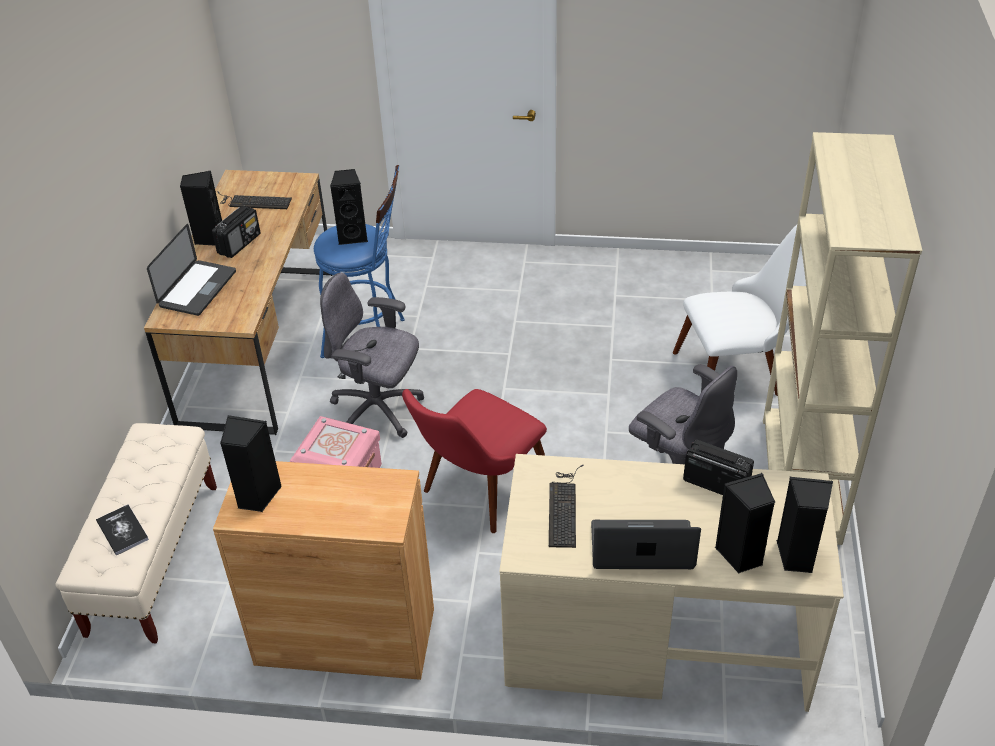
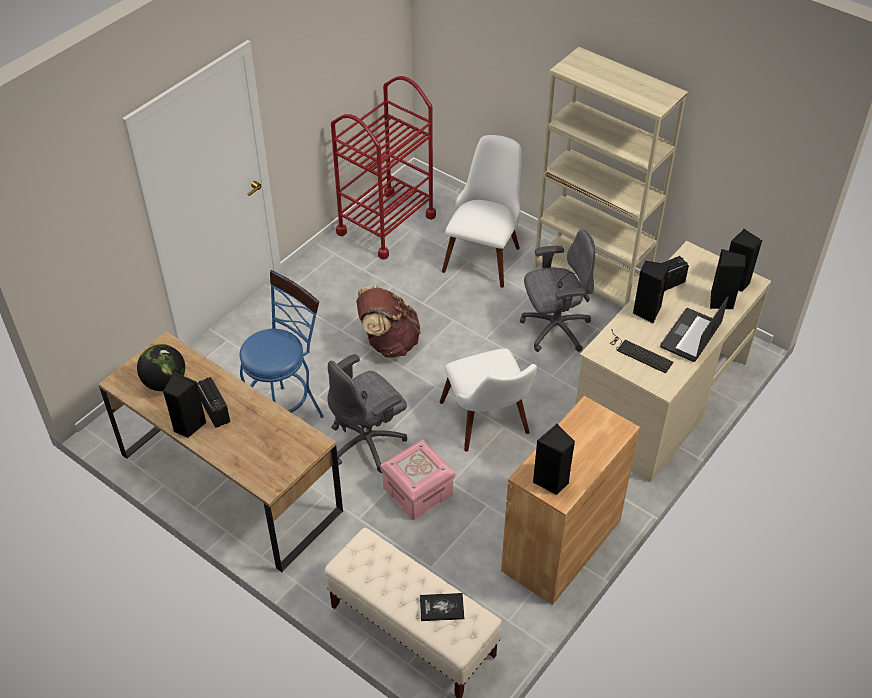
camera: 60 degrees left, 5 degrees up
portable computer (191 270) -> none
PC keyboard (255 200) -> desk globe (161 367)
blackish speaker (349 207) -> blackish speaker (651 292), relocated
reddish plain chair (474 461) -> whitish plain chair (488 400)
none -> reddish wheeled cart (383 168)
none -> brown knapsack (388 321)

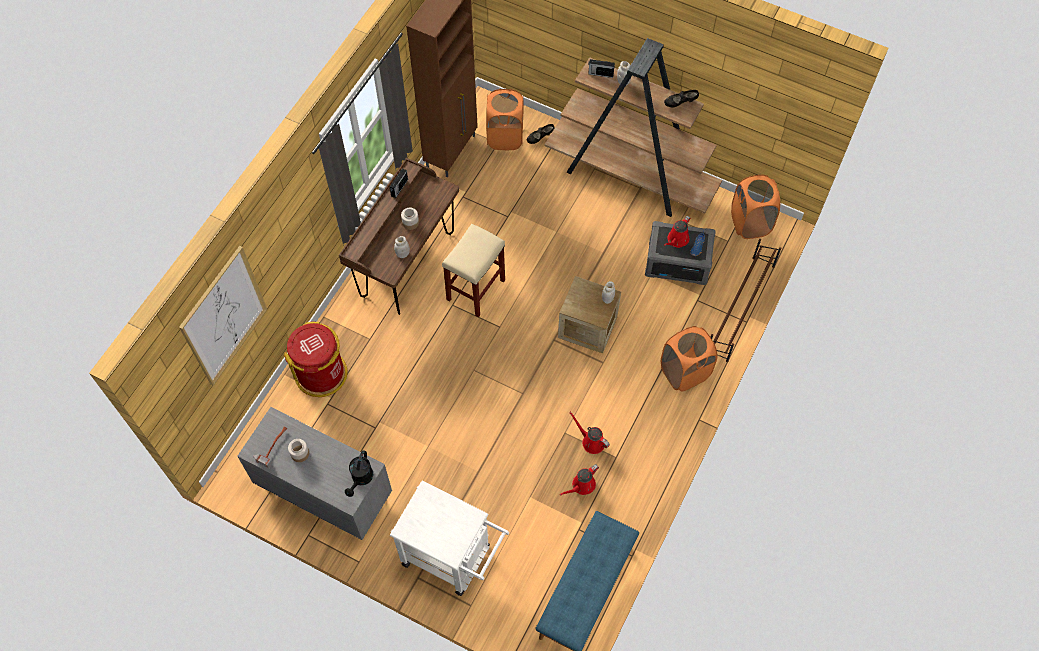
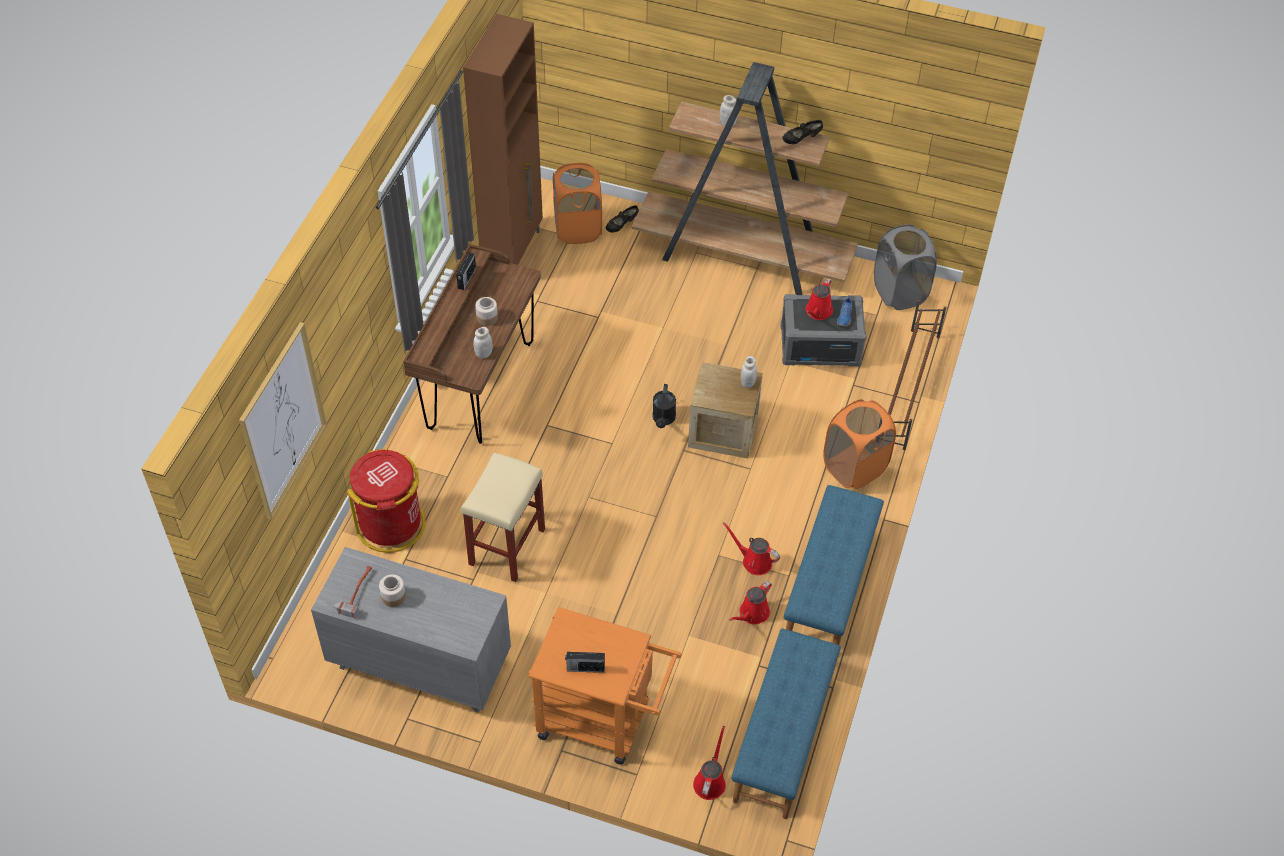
camera: 10 degrees left, 10 degrees down
blackish watering pot (359 473) -> blackish watering pot (664 406), relocated
whitish wheeled cart (449 538) -> orange-coloured wheeled cart (605 686)
beige sitting stool (473 271) -> beige sitting stool (503 517), relocated
radio (601 68) -> radio (585 662), relocated
orange-coloured laundry basket (755 207) -> greyish laundry basket (905 267)
none -> reddish watering pot (709 763)
none -> bluish long seat (834 565)

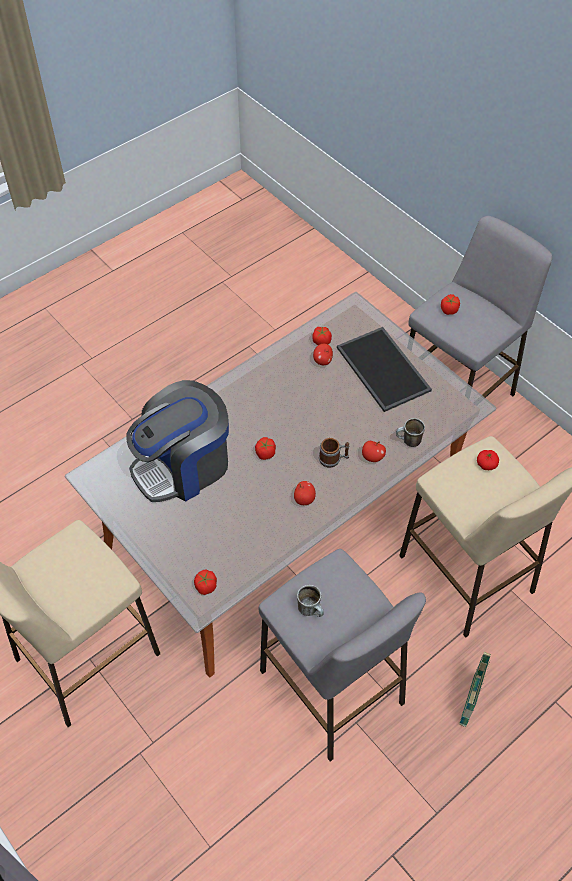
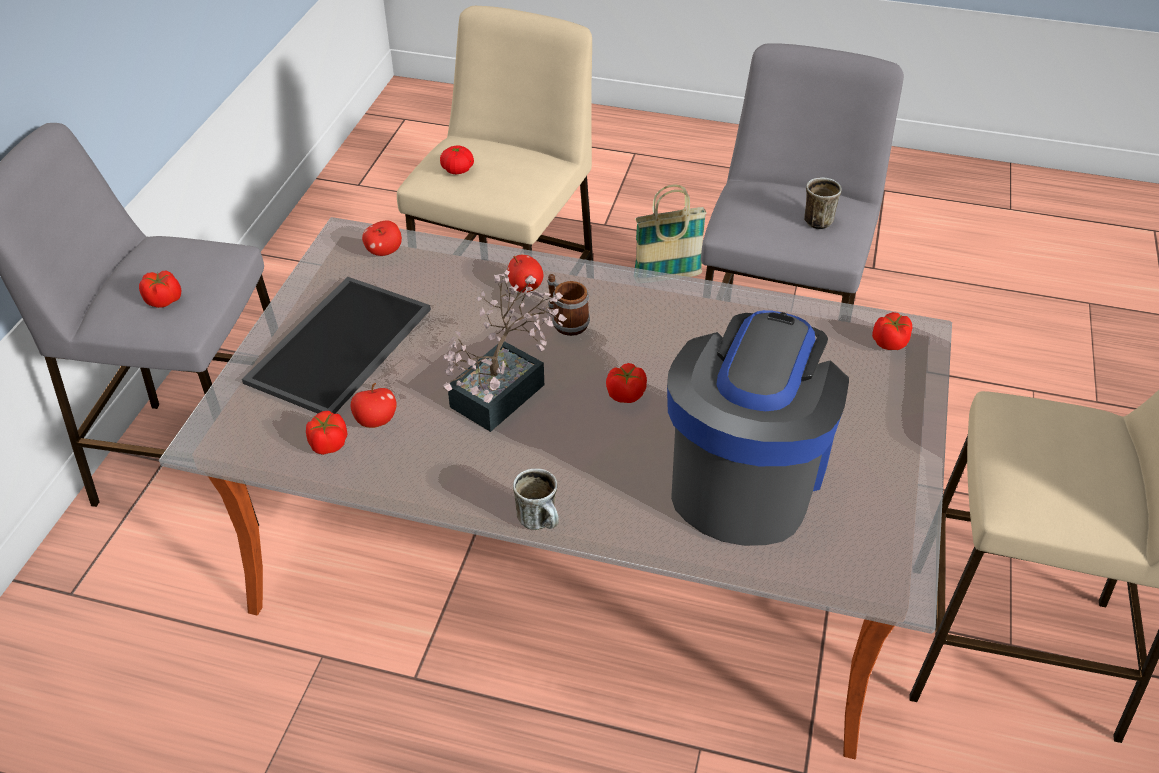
camera: 125 degrees left, 10 degrees down
coffee machine (177 441) -> coffee machine (758 428), 90 degrees counterclockwise
apple fruit (305 493) -> apple fruit (382 238), relocated
tea mug (410 432) -> tea mug (536 499), relocated
none -> houseplant (505 351)

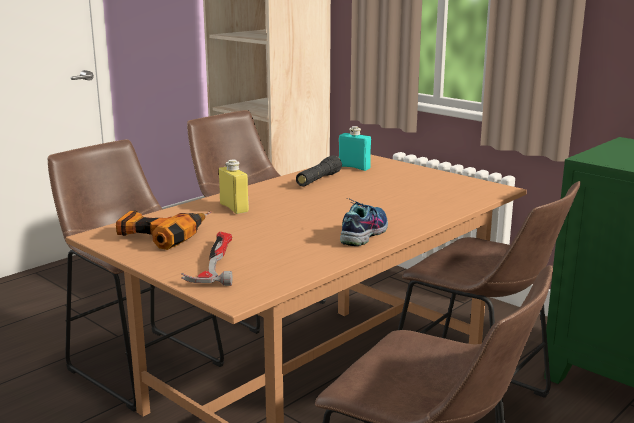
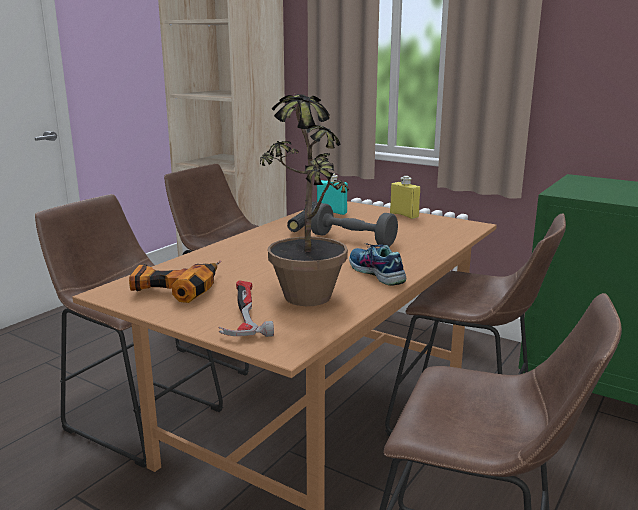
camera: 10 degrees left, 0 degrees up
yellow-coloured beverage bottle (234 187) -> yellow-coloured beverage bottle (405 197), relocated
item of footwear (364 222) -> item of footwear (377 264), 45 degrees counterclockwise
none -> houseplant (304 199)
none -> greyish dumbbell (354 225)

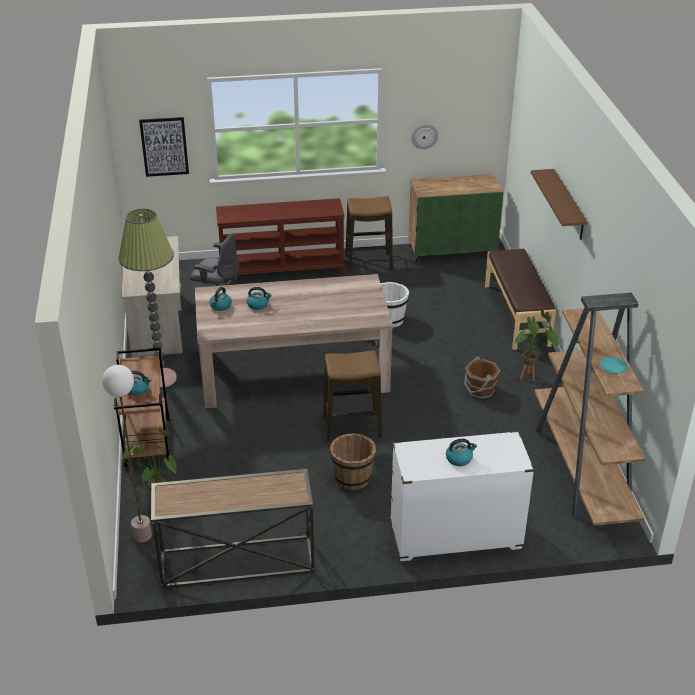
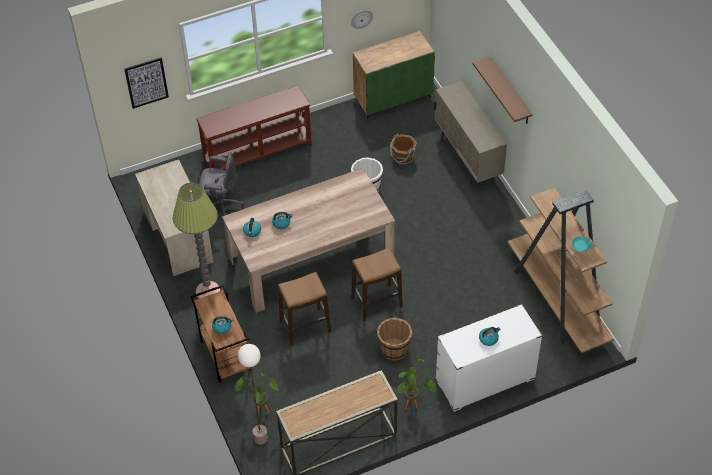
camera: 15 degrees left, 15 degrees up
sitting stool (369 234) -> sitting stool (304 309), relocated
brown water bucket (482 377) -> brown water bucket (403 149), relocated
brown long seat (520 299) -> beige cupboard (470 133)
houseplant (536 345) -> houseplant (417 383), relocated

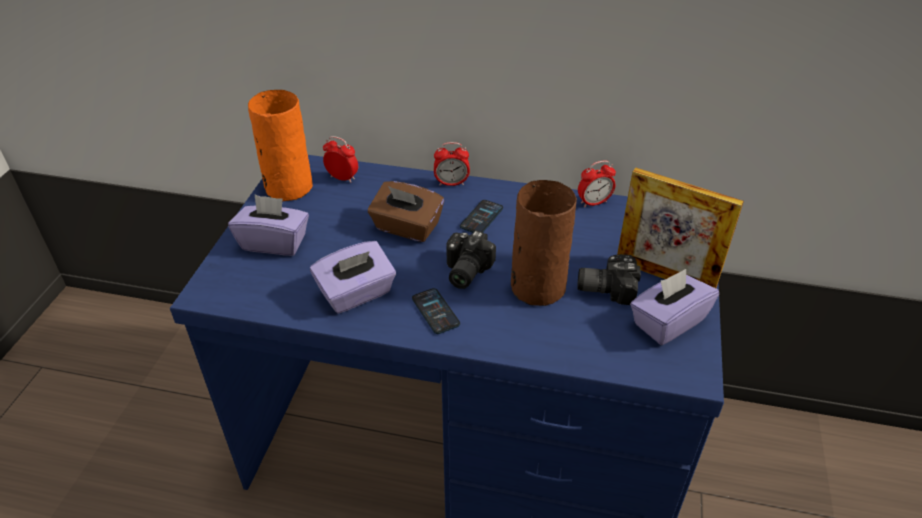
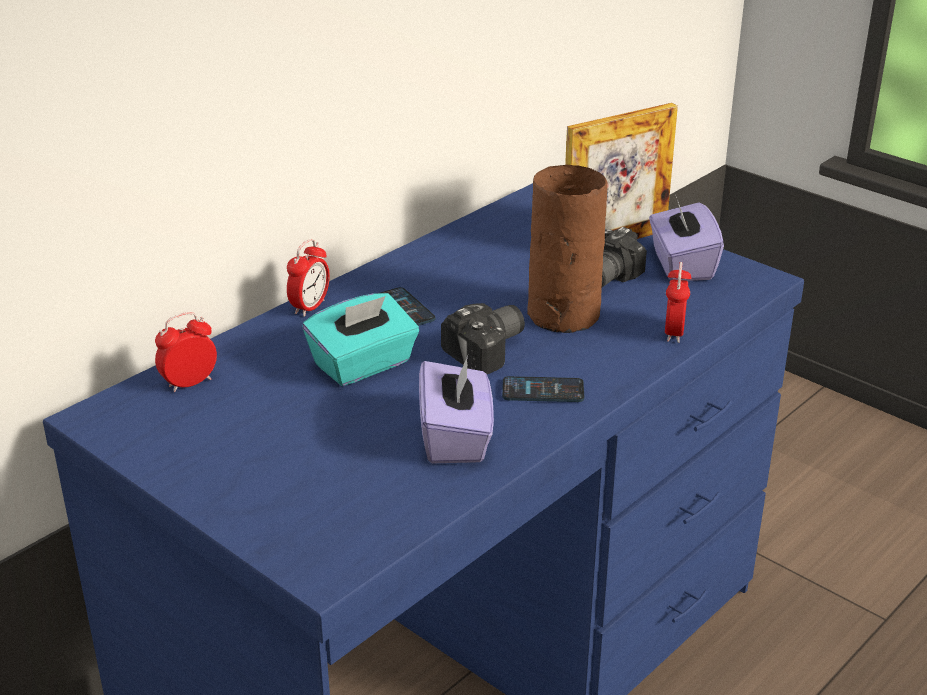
camera: 60 degrees left, 10 degrees down
purple-coloured tissue holder (268 225) -> none
orange-coloured vase (280 145) -> none
brown tissue holder (406 211) -> turquoise tissue holder (361 339)
photo camera (471 260) -> photo camera (483 338), 90 degrees counterclockwise
alarm clock (597 183) -> alarm clock (678 302), relocated

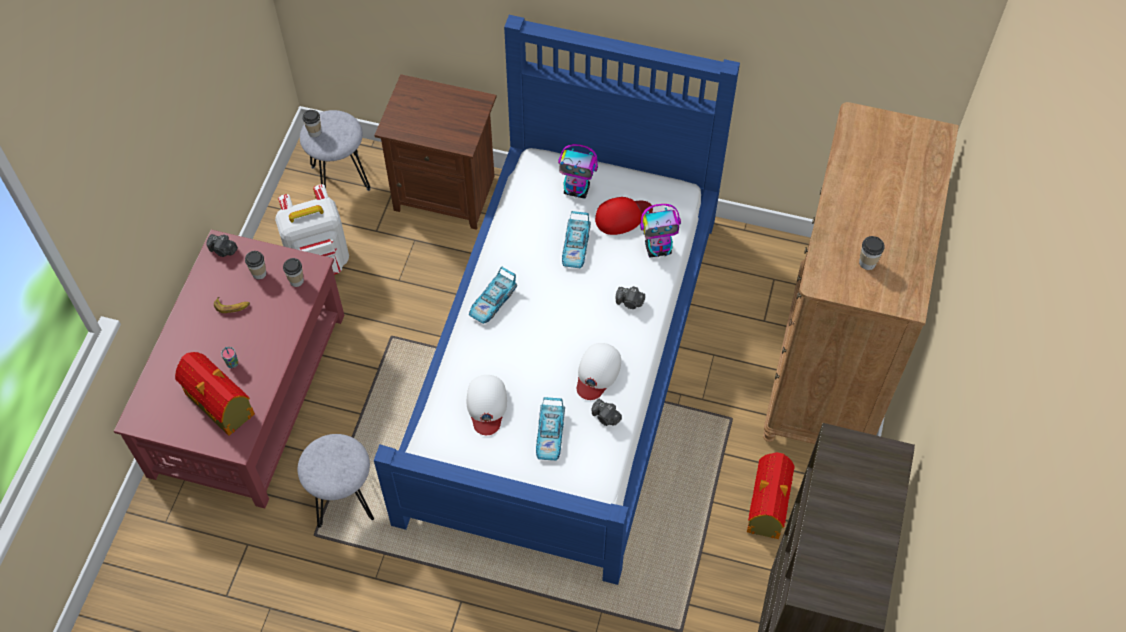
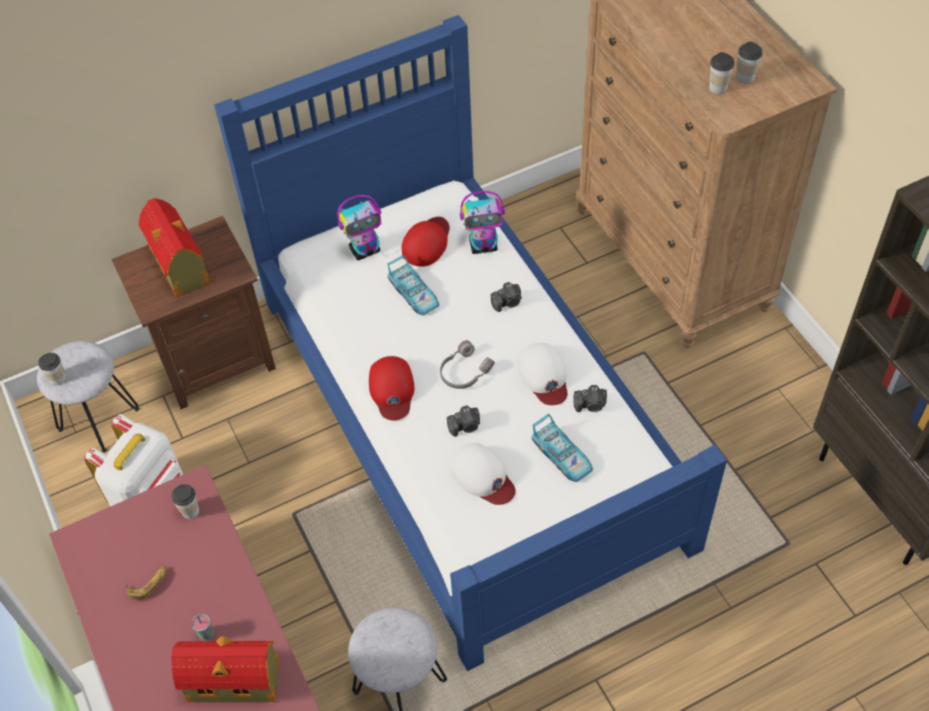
camera: 40 degrees left, 5 degrees down
photo camera (222 245) -> photo camera (463 421), relocated
cup (255 265) -> cup (722 73), relocated
model car (493 295) -> reddish baseball cap (391 388)
toy robot (660 230) -> toy robot (482 222), 45 degrees clockwise
toy house (771 495) -> toy house (174 247), relocated
none -> greyish pair of headphones (467 364)

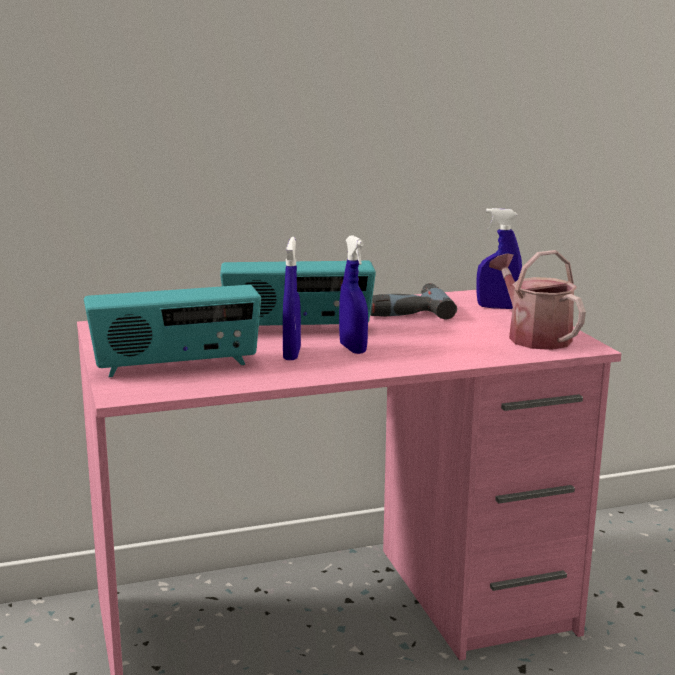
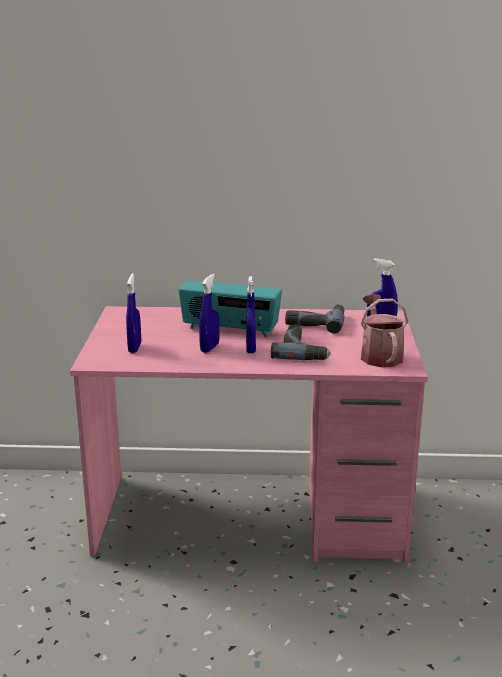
camera: 20 degrees right, 5 degrees up
radio (172 331) -> bluish spray bottle (133 313)
none -> electric drill (301 342)

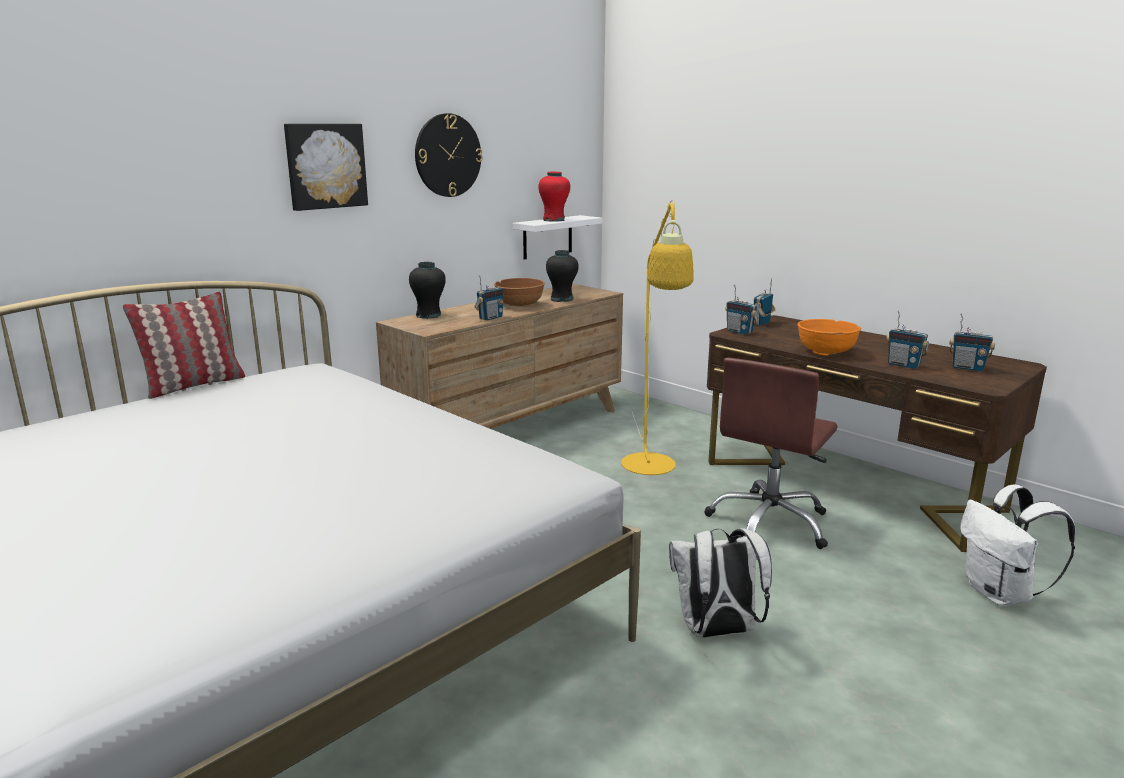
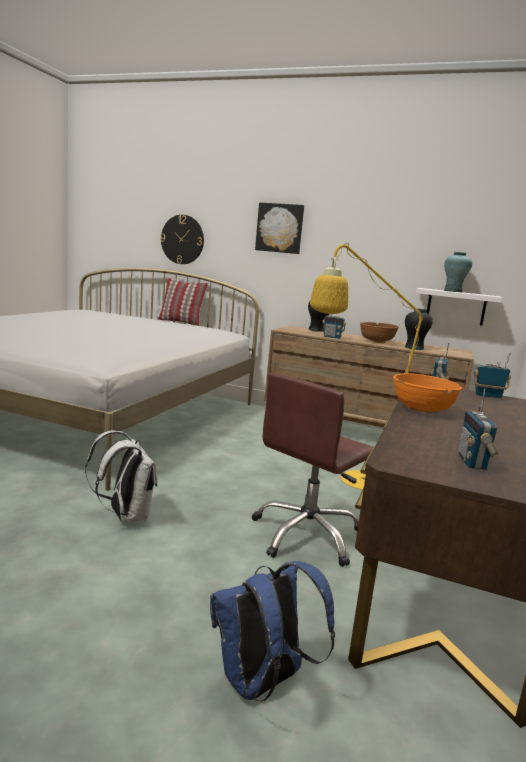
camera: 65 degrees right, 5 degrees down
wall clock (449 155) -> wall clock (182 239), relocated
reddish vase (554 197) -> turquoise vase (458 272)
brown office chair (771 453) -> brown office chair (312 469), 60 degrees counterclockwise
radio (907 340) -> none
whitish knapsack (1017 545) -> bluish knapsack (272 631)

